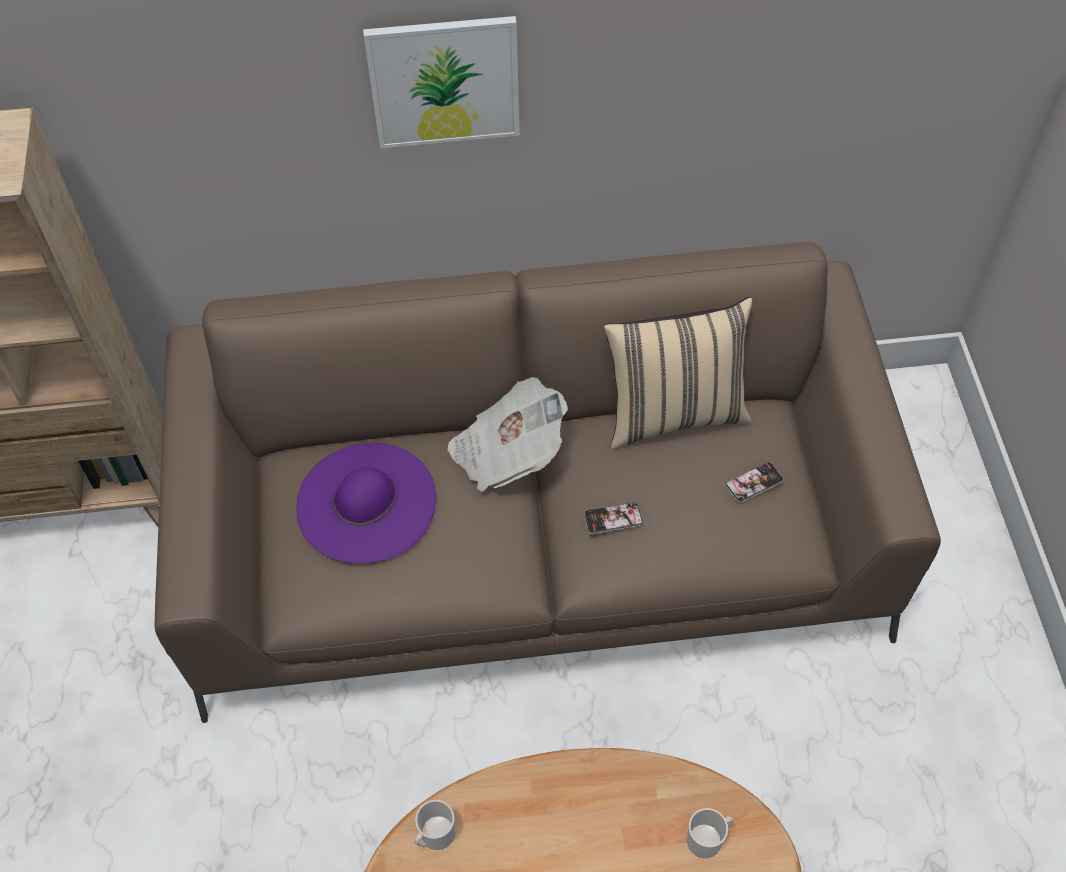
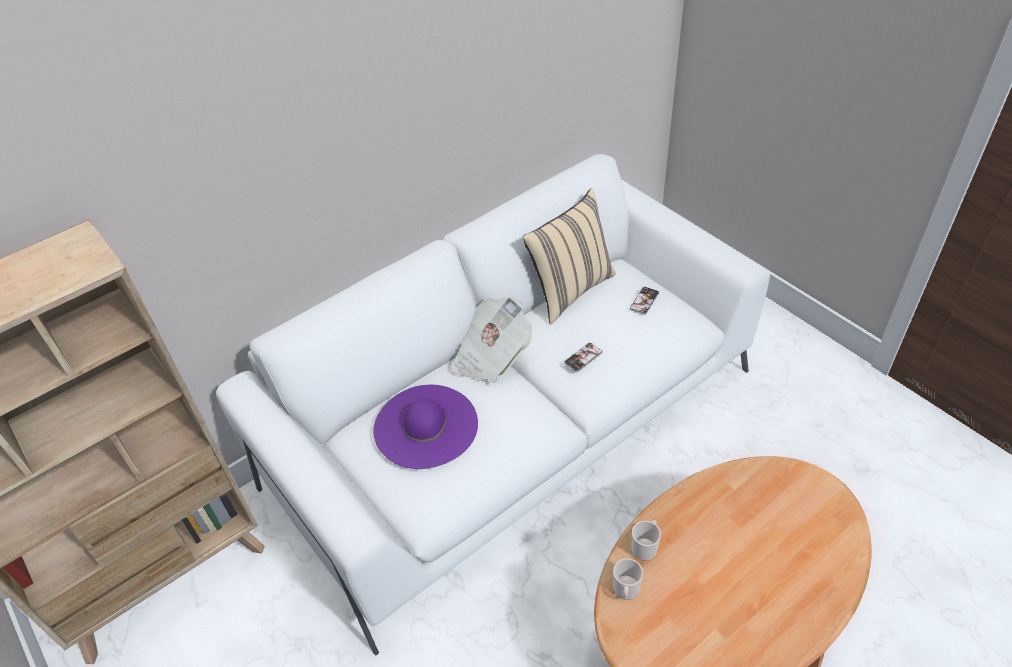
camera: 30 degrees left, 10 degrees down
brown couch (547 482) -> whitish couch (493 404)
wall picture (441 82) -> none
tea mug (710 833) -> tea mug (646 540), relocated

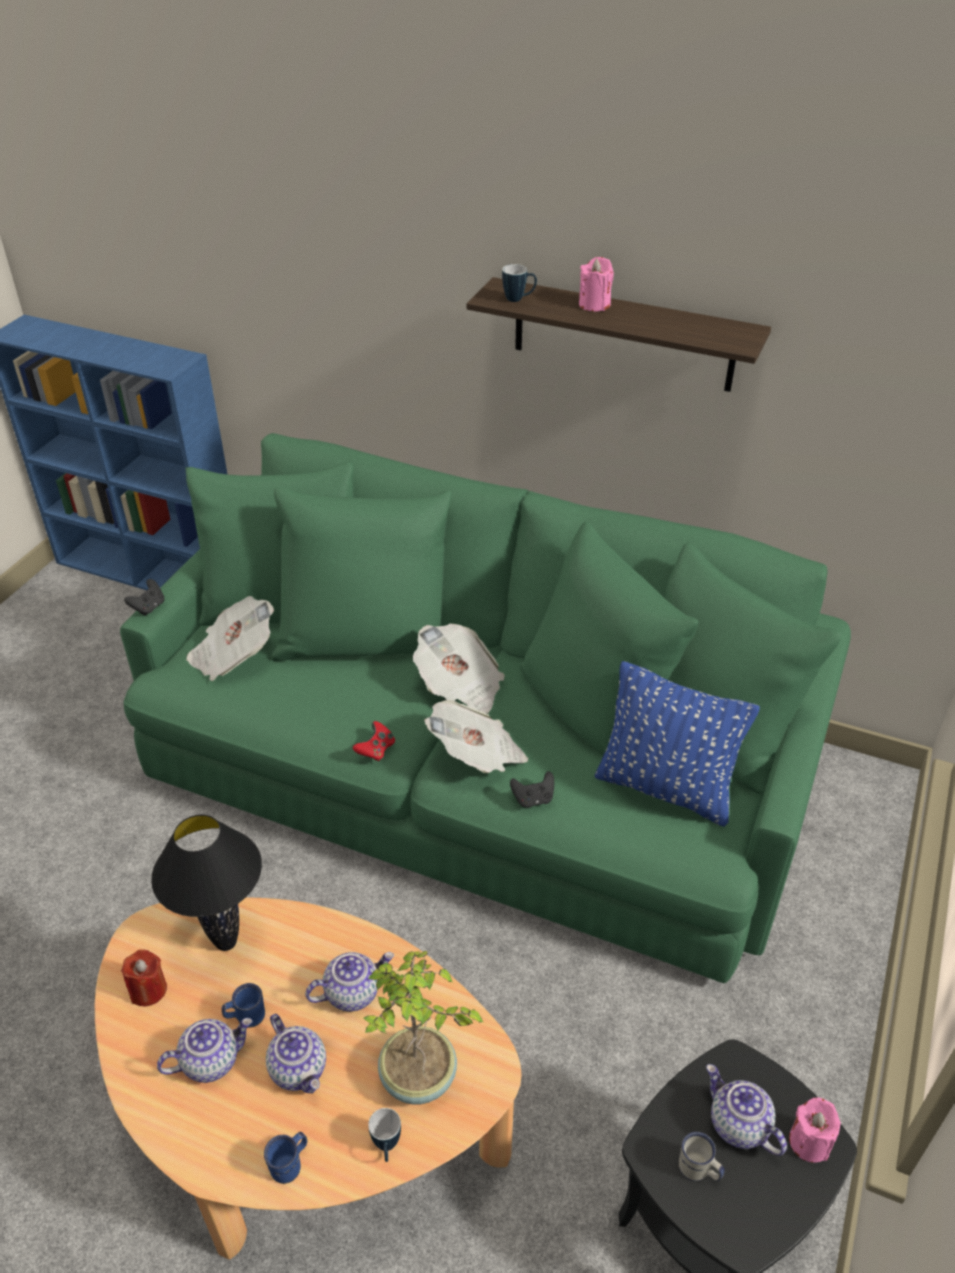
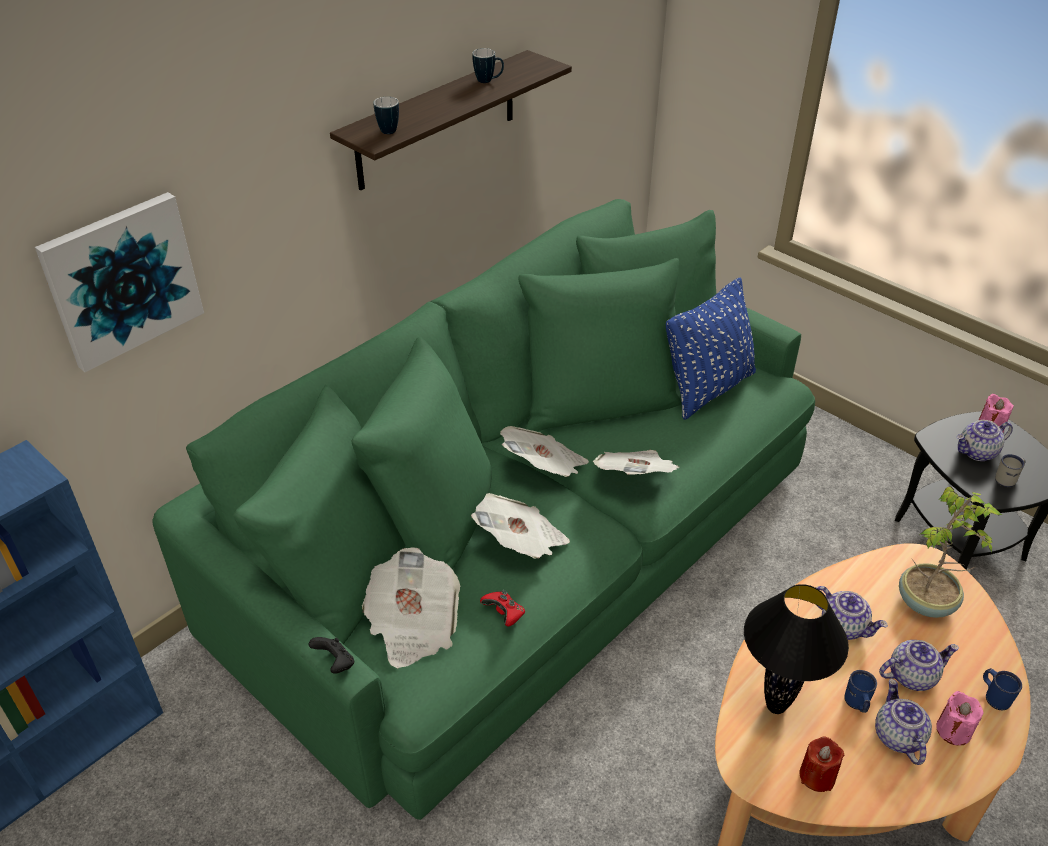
camera: 70 degrees left, 0 degrees up
tea pot (349 982) -> tea pot (852 613), 135 degrees clockwise
reddish game controller (374 741) -> reddish game controller (502 608), relocated
tea mug (384 1135) -> tea mug (488 65), relocated
blackish game controller (532 789) -> none
pinkish wax candle (596 284) -> pinkish wax candle (960 718), relocated
none -> wall picture (119 282)
none -> printed paper (520 526)

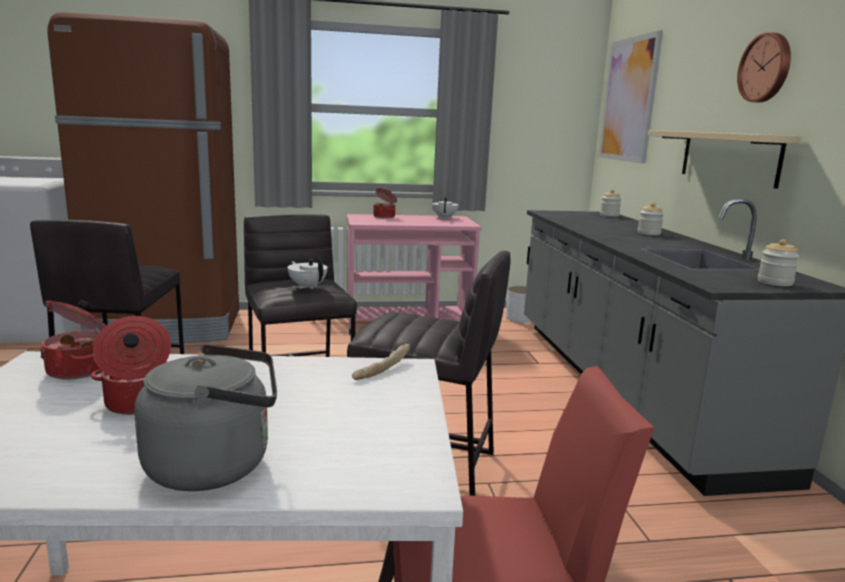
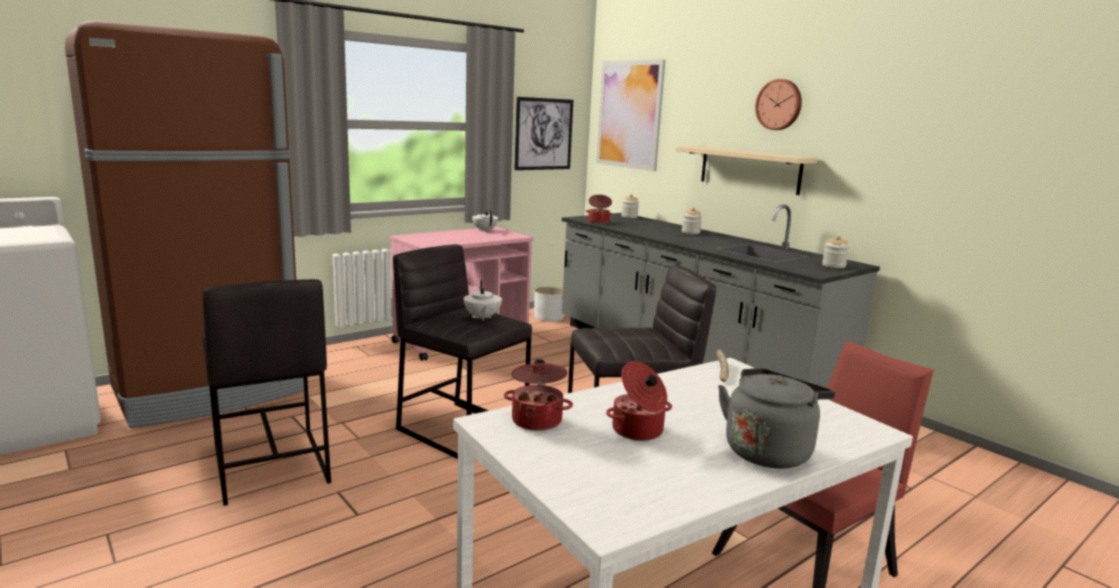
camera: 30 degrees left, 0 degrees up
whitish tea pot (307 273) -> whitish tea pot (483 300), 120 degrees counterclockwise
saucepot (385 203) -> saucepot (599 209), relocated
none -> wall picture (543 133)

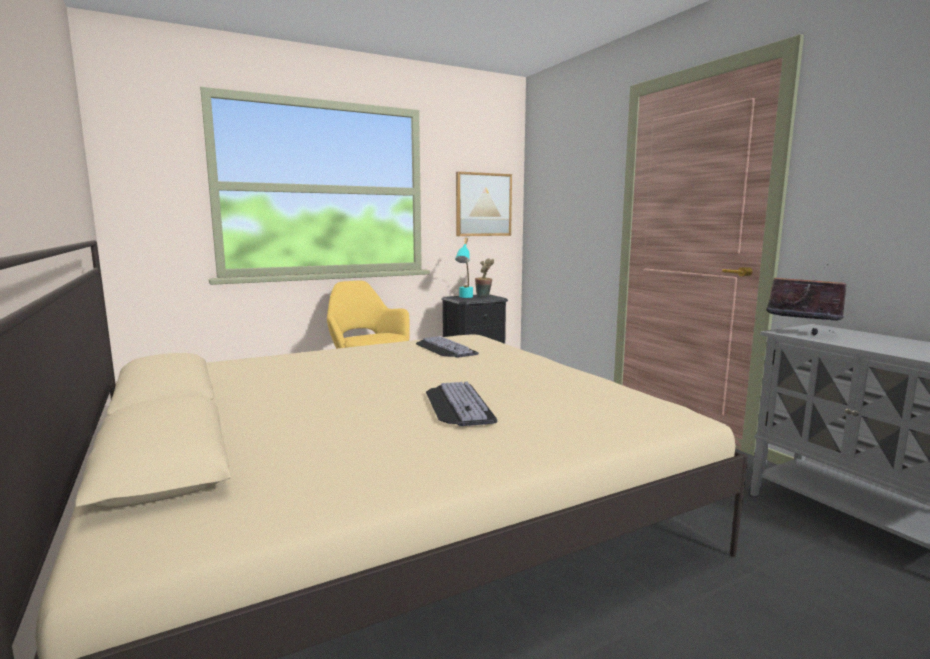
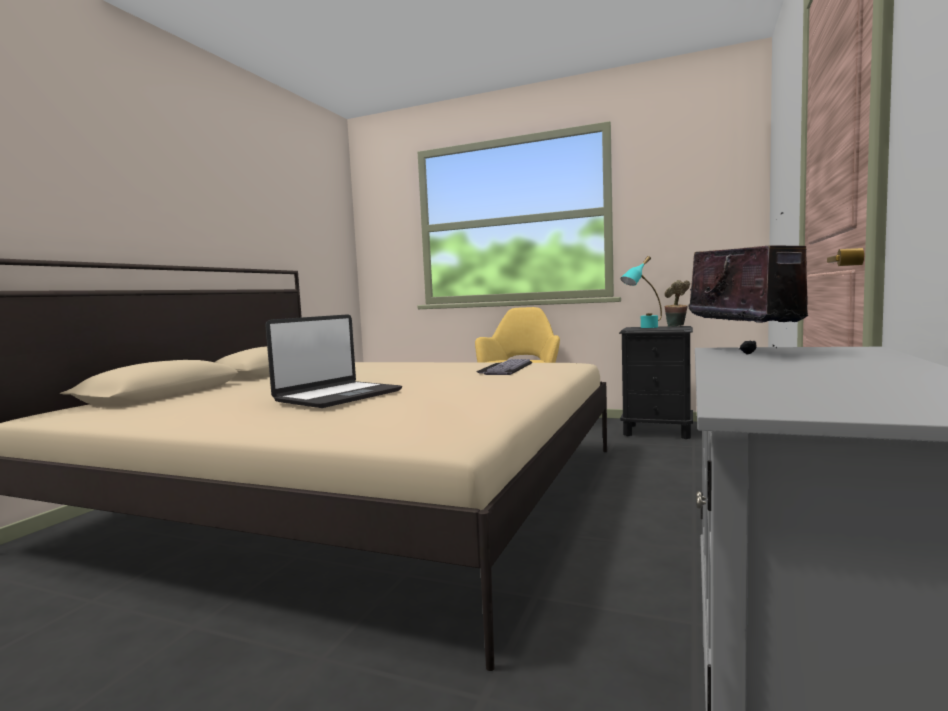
camera: 50 degrees right, 5 degrees down
PC keyboard (462 403) -> portable computer (333 361)
wall picture (484 204) -> none

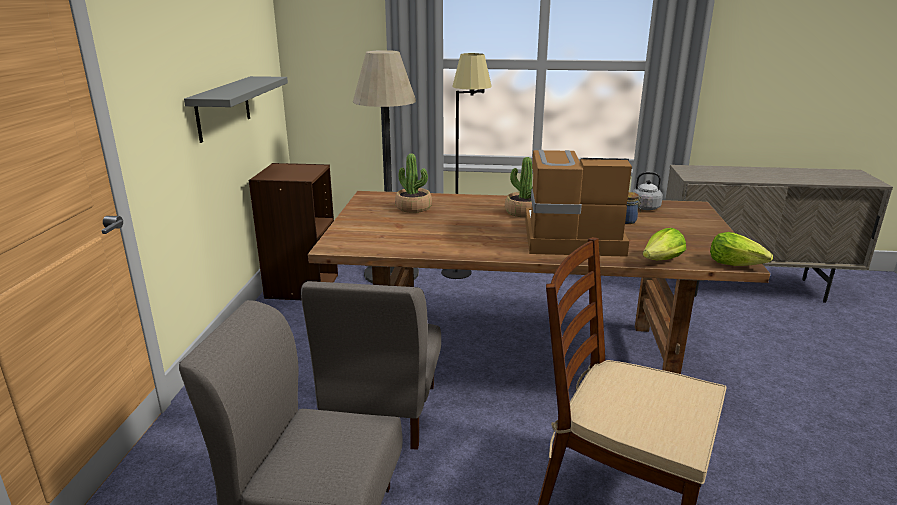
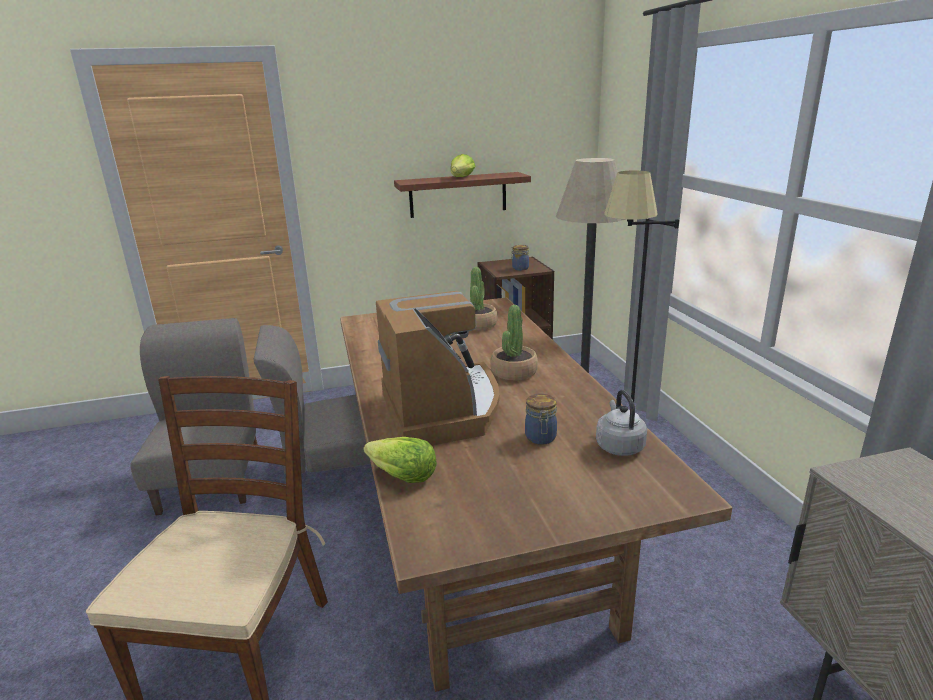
camera: 70 degrees right, 0 degrees up
greyish wall shelf (236 109) -> brown wall shelf (462 195)
head of lettuce (741 249) -> head of lettuce (463 165), relocated
none -> storage jar (520 258)

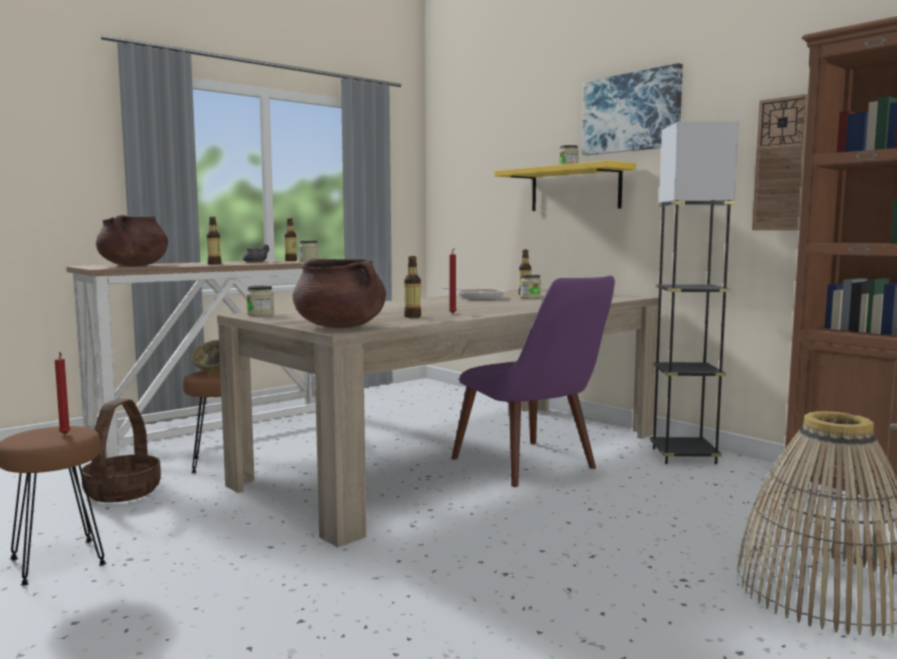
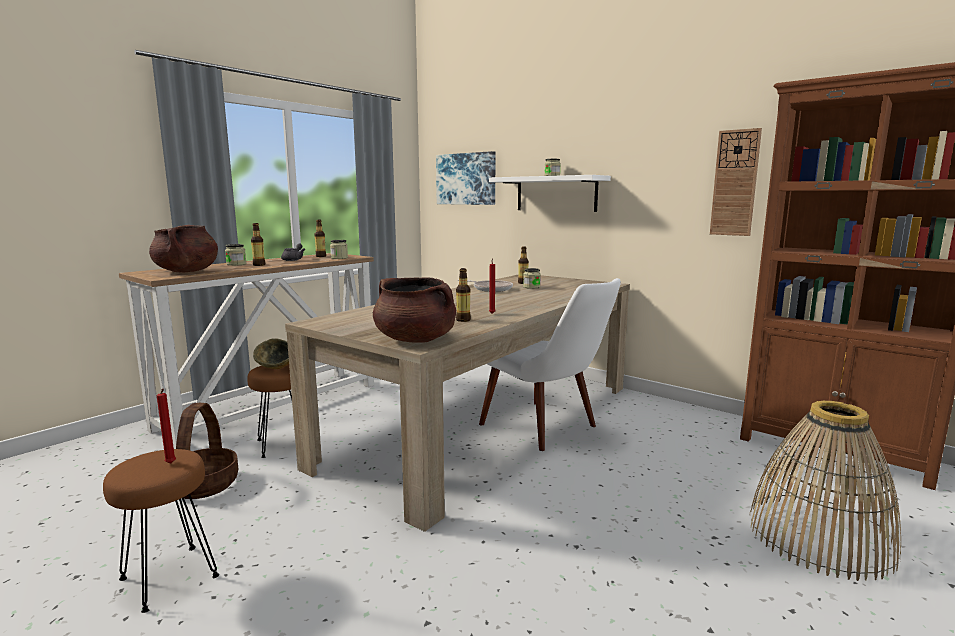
camera: 10 degrees left, 5 degrees up
storage jar (260 301) -> storage jar (235 255), relocated
purple-coloured plain chair (533 381) -> whitish plain chair (550 364)
yellow-coloured wall shelf (565 185) -> whitish wall shelf (550 193)
wall picture (632 109) -> wall picture (466 178), relocated
greyish floor lamp (694 293) -> none

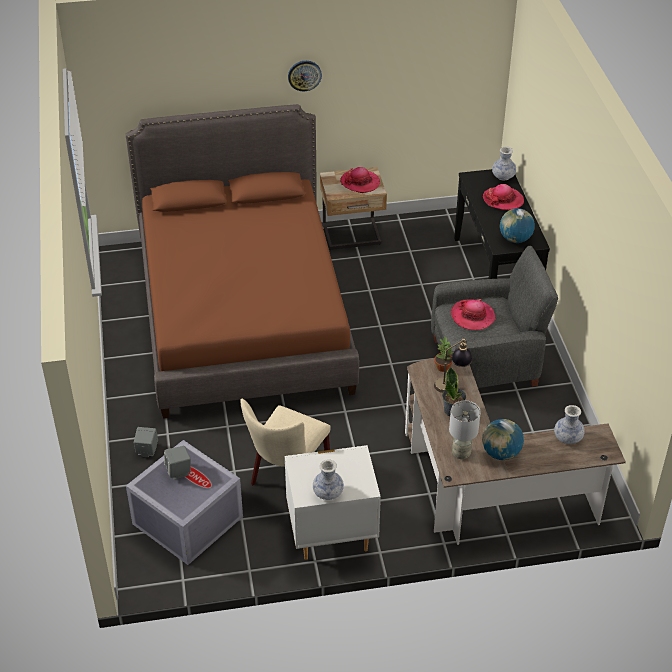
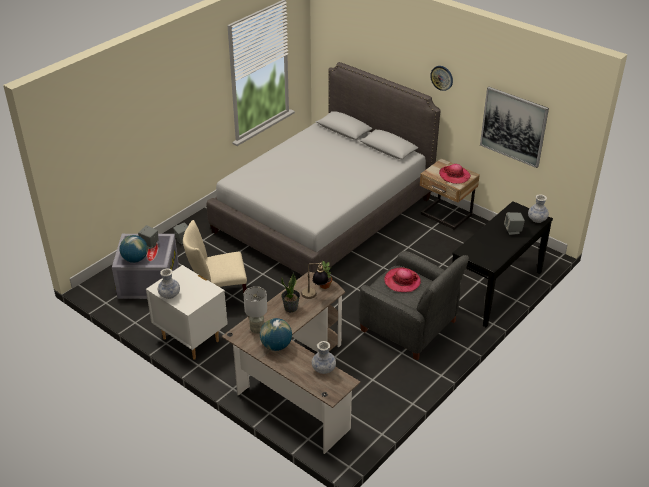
camera: 50 degrees right, 5 degrees down
brown bed (242 261) -> greyish bed (324 168)
wearable hat (503 197) -> greyish speaker (514 223)
desk globe (517 225) -> desk globe (134 249), relocated
none -> wall picture (514 127)

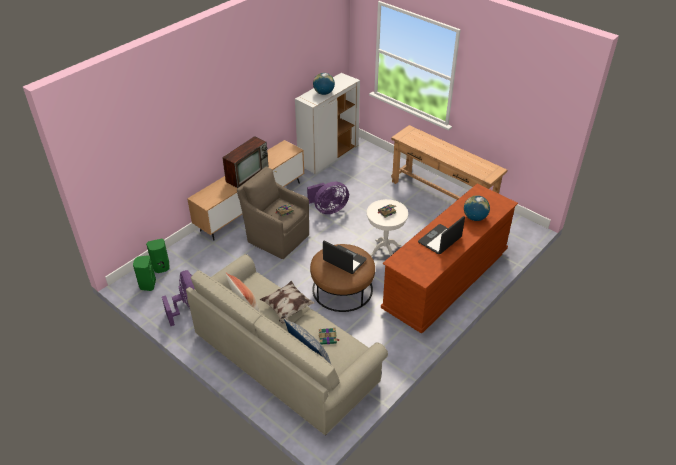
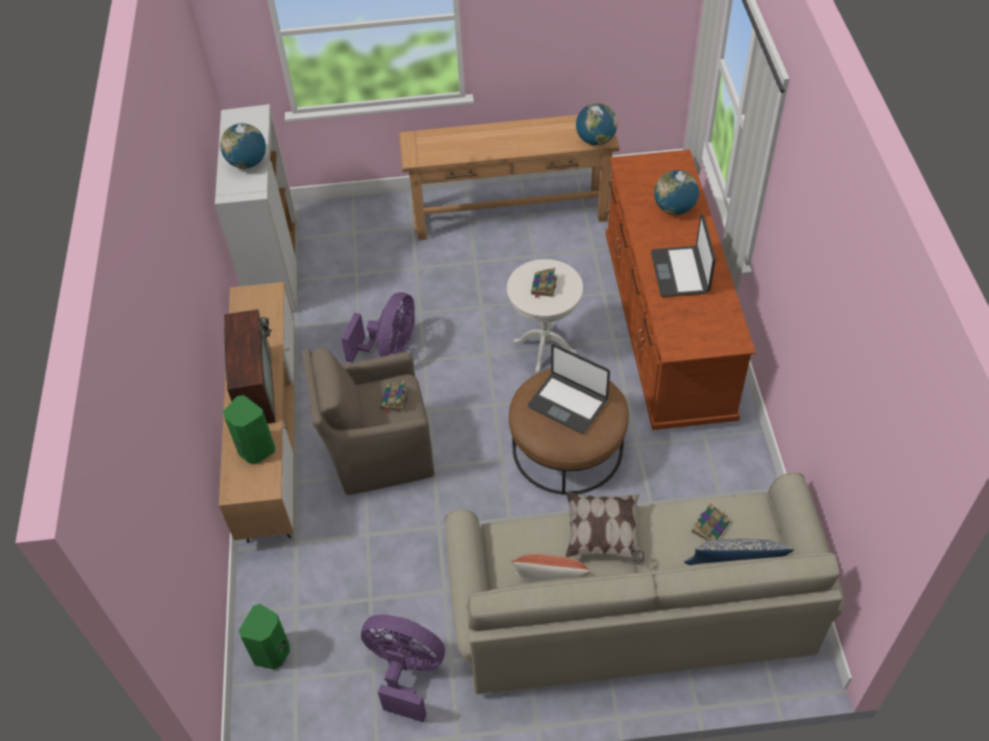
camera: 45 degrees left, 10 degrees up
greenish speaker (144 273) -> greenish speaker (249 429), relocated
portable computer (345 257) -> portable computer (569 389), 135 degrees counterclockwise
none -> desk globe (596 124)

